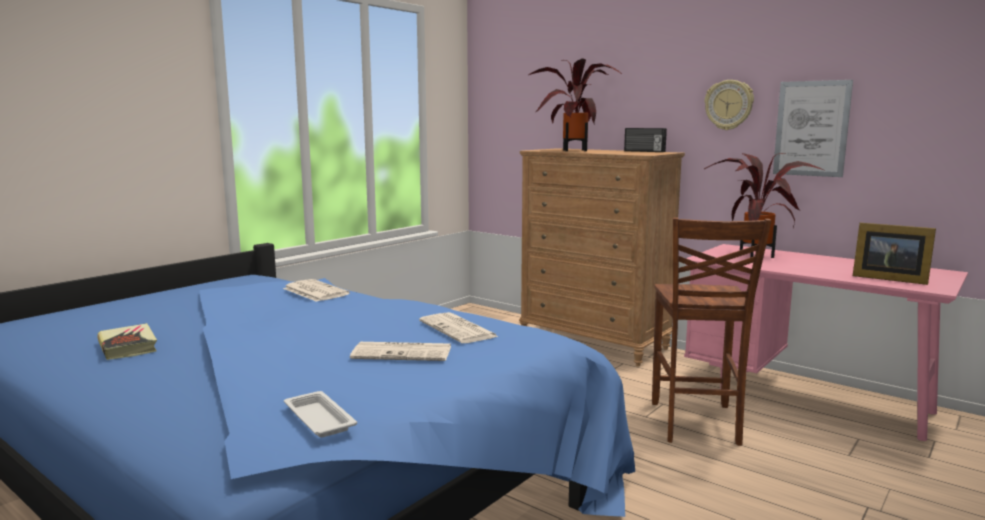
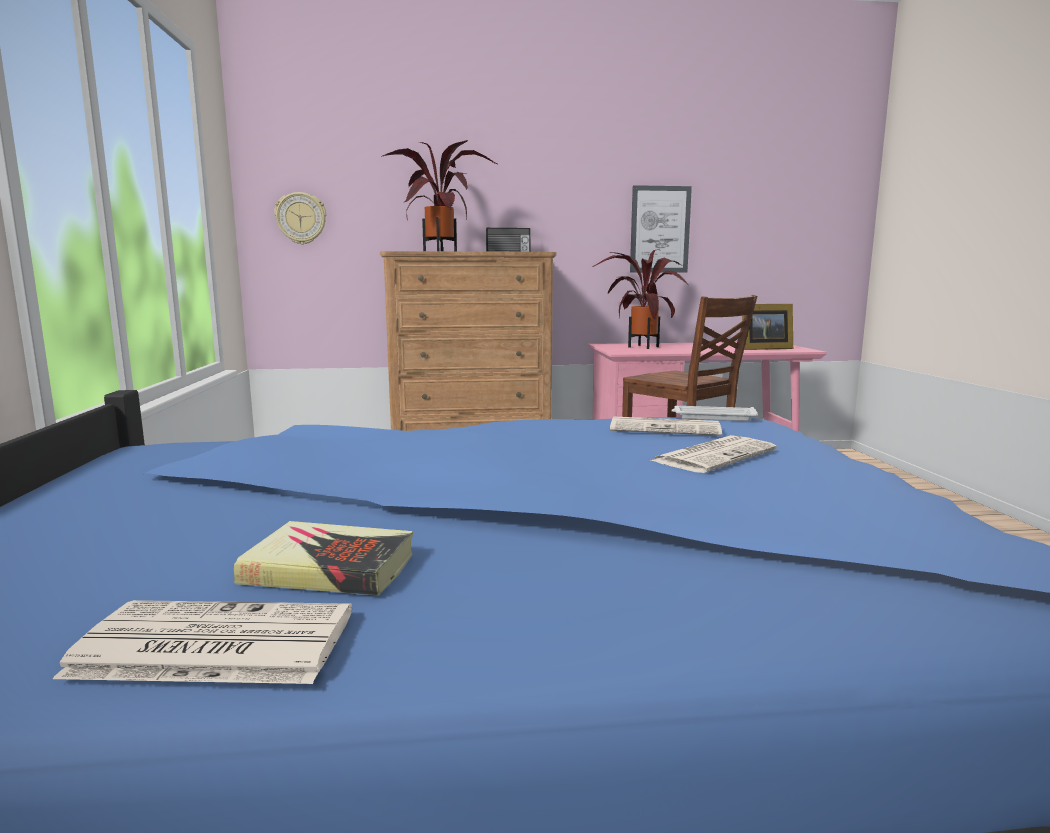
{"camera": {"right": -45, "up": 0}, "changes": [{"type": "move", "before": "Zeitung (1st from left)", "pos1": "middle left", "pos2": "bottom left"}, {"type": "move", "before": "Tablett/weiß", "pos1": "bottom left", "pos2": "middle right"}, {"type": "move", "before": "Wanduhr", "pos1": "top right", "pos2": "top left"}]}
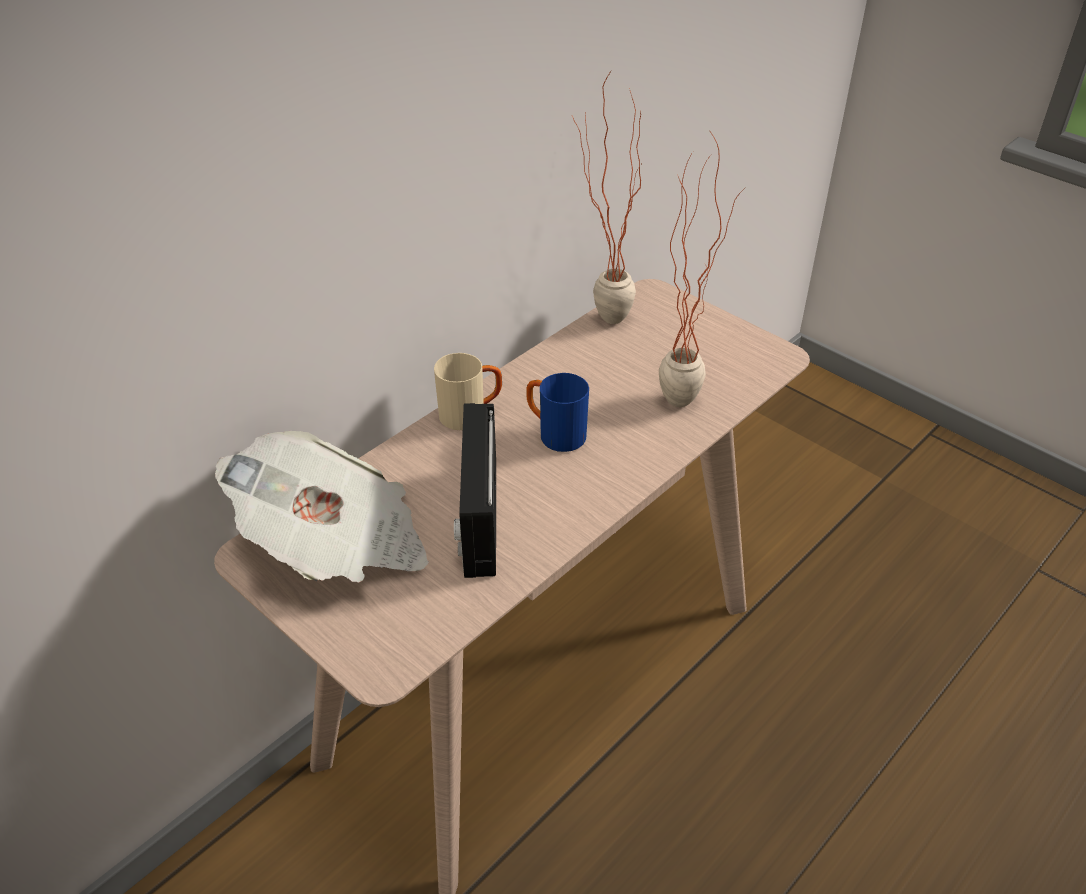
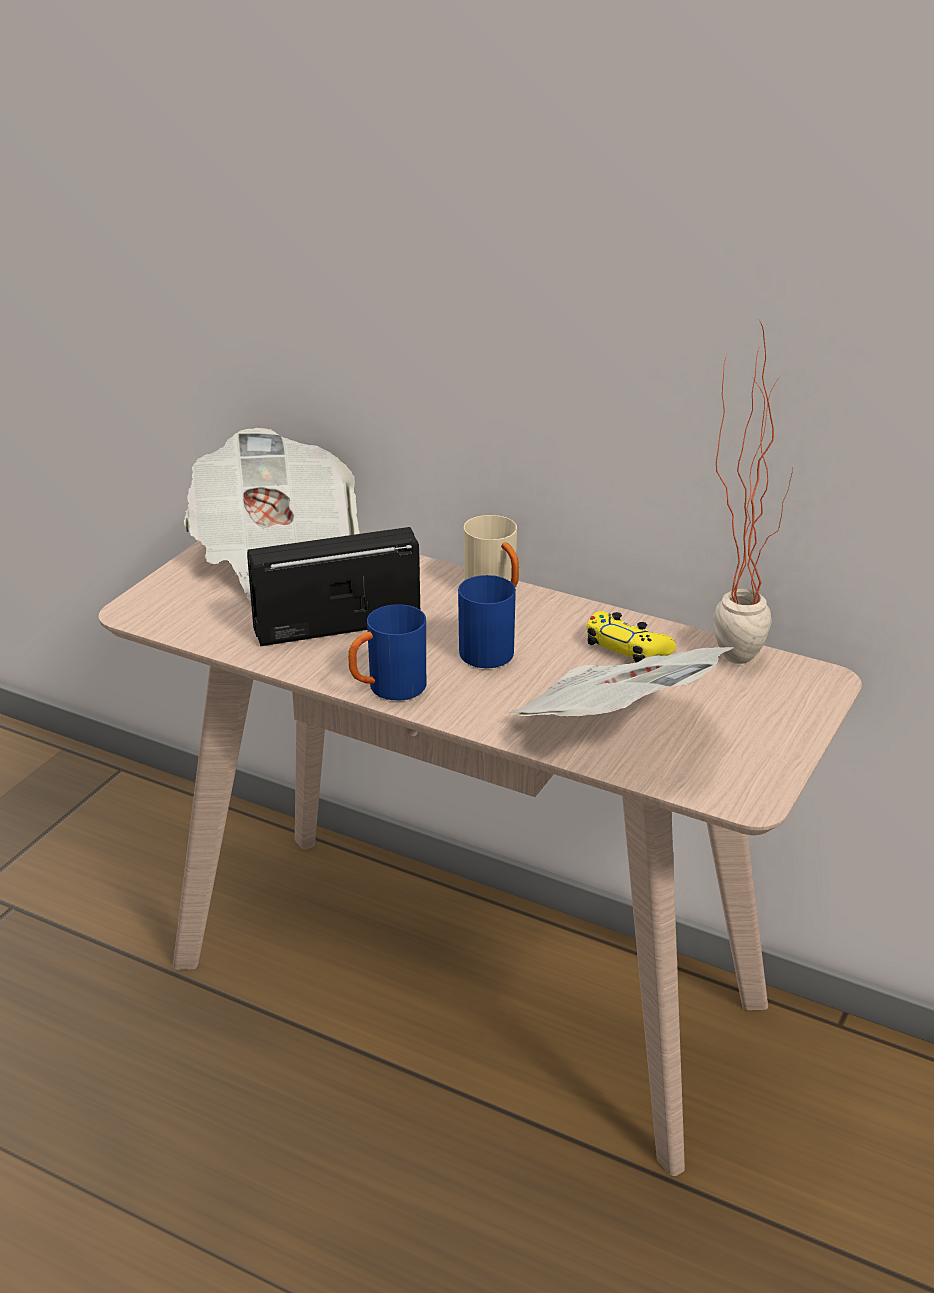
{"camera": {"right": 75, "up": -10}, "changes": [{"type": "replace", "before": "Topfpflanze (2nd from left)", "after": "Zeitung (2nd from left)", "pos1": "top centre", "pos2": "centre"}, {"type": "insert", "after": "Henkelbecher/blau (1st from left)", "pos2": "centre"}, {"type": "insert", "after": "Gamepad/gelb", "pos2": "middle right"}]}
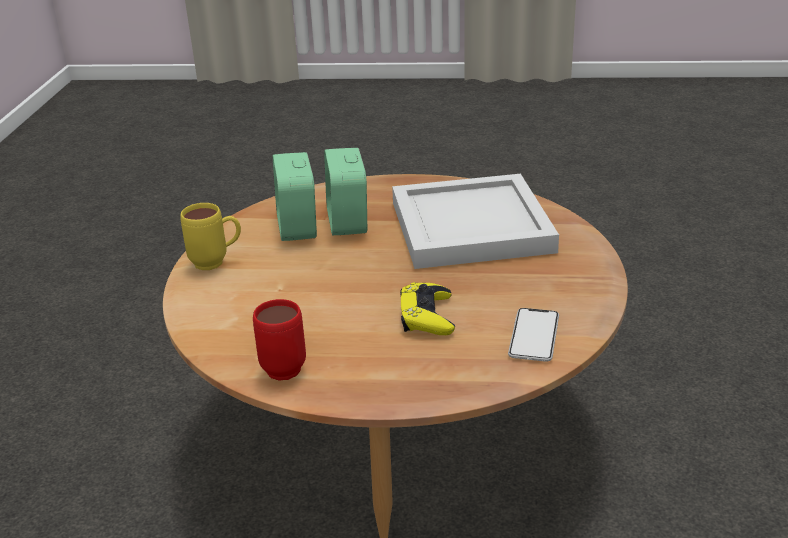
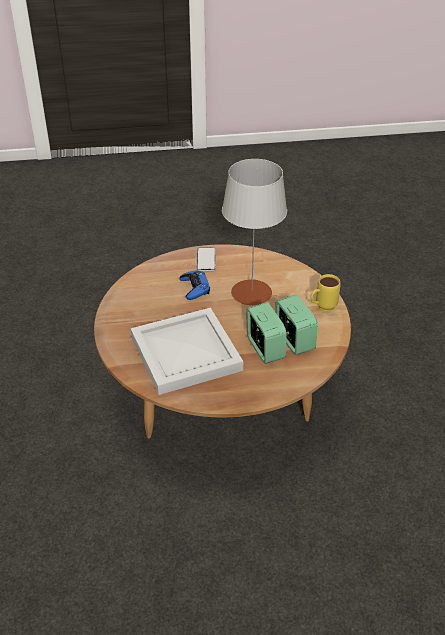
{"camera": {"right": 165, "up": 10}, "changes": [{"type": "delete", "before": "Henkelbecher/rot", "pos1": "centre"}, {"type": "recolor", "before": "Gamepad/gelb", "after": "Gamepad/blau", "pos1": "centre", "pos2": "centre"}, {"type": "move", "before": "Handy", "pos1": "middle right", "pos2": "centre"}, {"type": "insert", "after": "Tischlampe/grau", "pos2": "centre"}]}
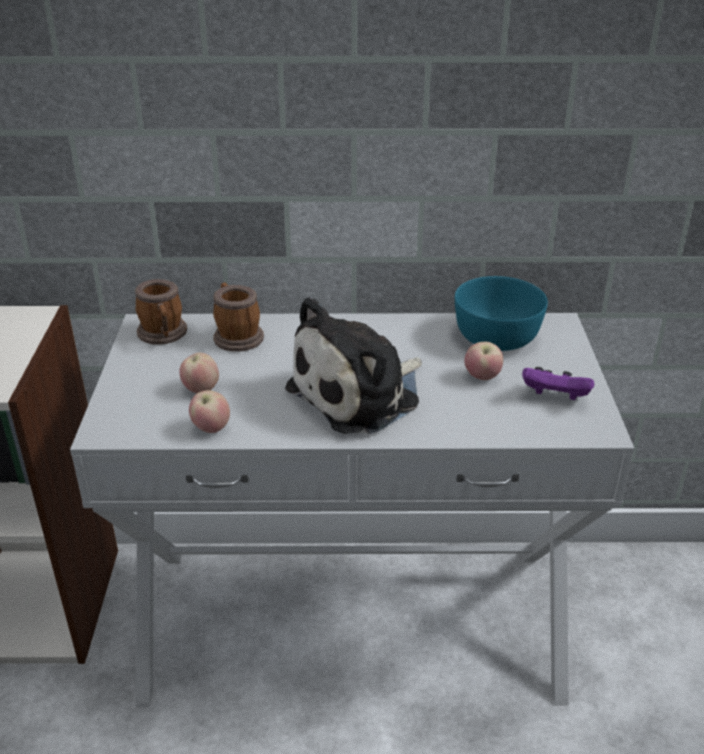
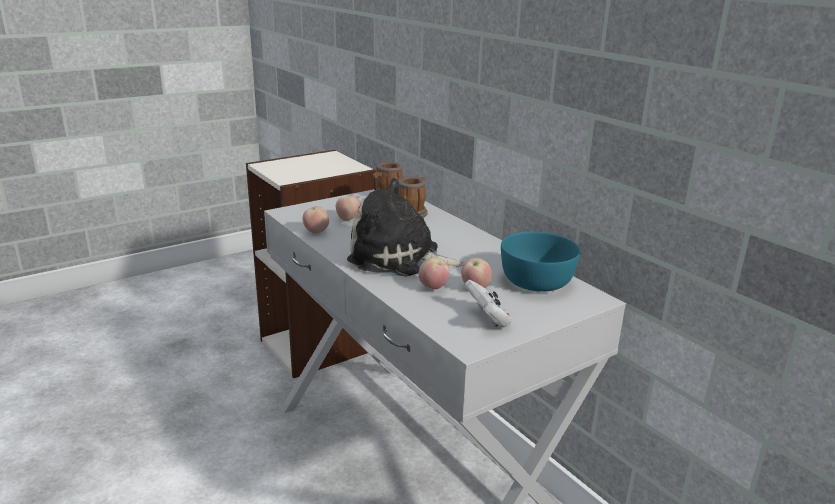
{"camera": {"right": 55, "up": -10}, "changes": [{"type": "recolor", "before": "Gamepad/lila", "after": "Gamepad/weiß", "pos1": "middle right", "pos2": "centre"}, {"type": "insert", "after": "Apfel (3rd from left)", "pos2": "centre"}]}
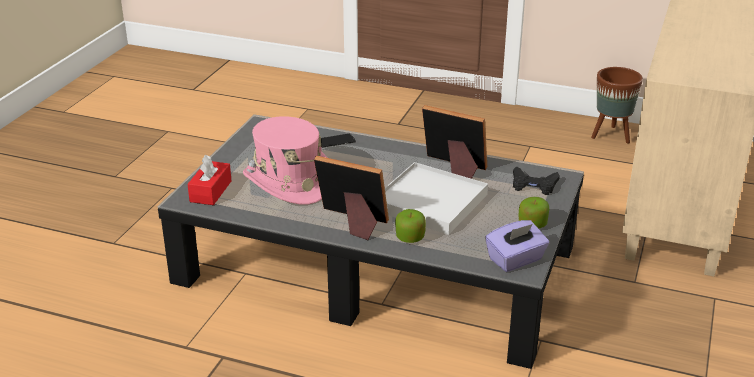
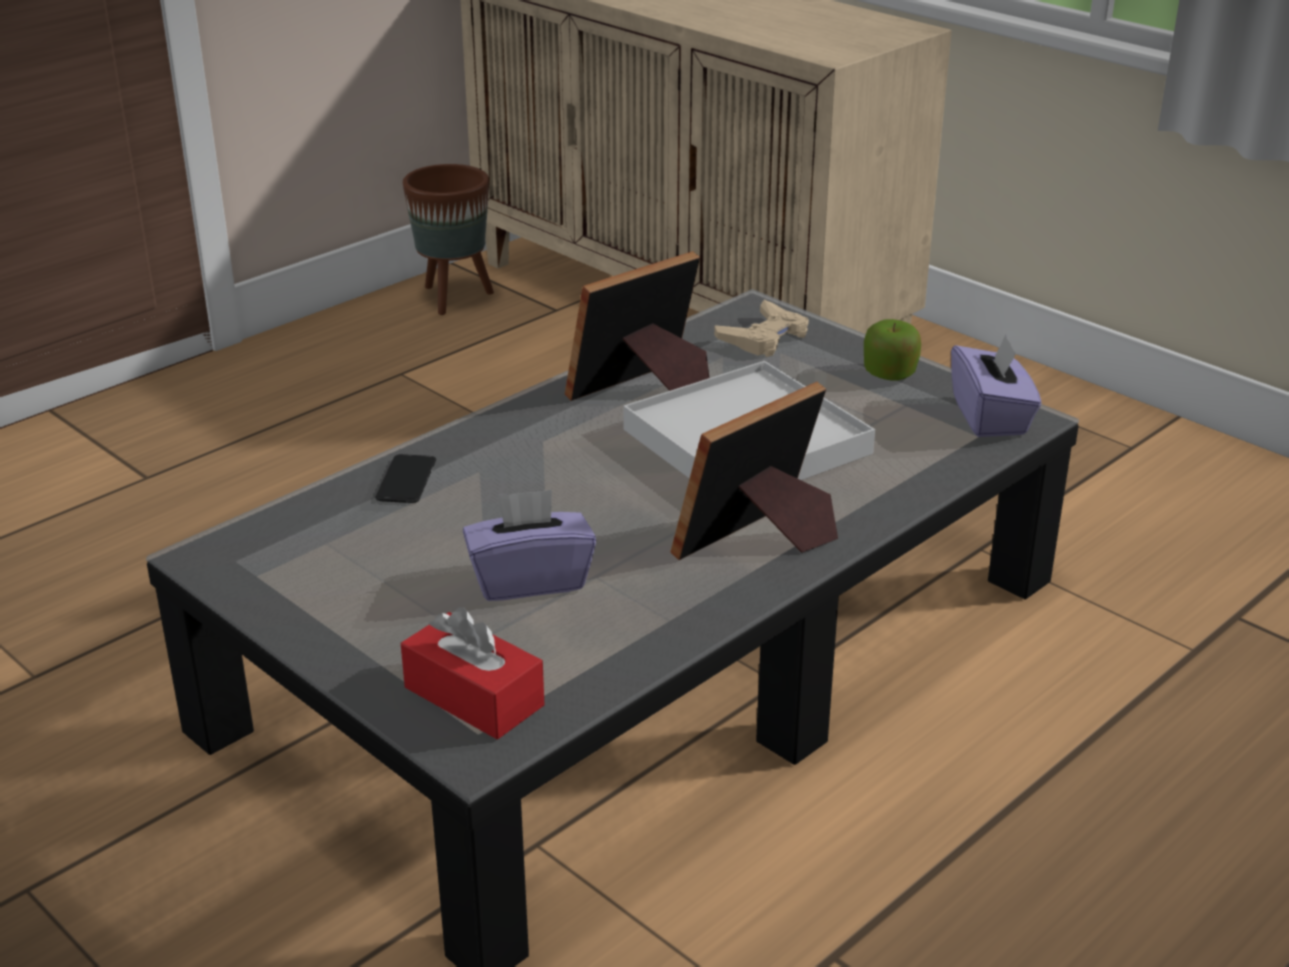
{"camera": {"right": -65, "up": 0}, "changes": [{"type": "replace", "before": "Hut/rosa", "after": "Taschentuchbox/lila (1st from left)", "pos1": "centre", "pos2": "centre"}, {"type": "delete", "before": "Apfel (1st from left)", "pos1": "centre"}, {"type": "recolor", "before": "Gamepad/schwarz", "after": "Gamepad/beige", "pos1": "middle right", "pos2": "centre"}]}
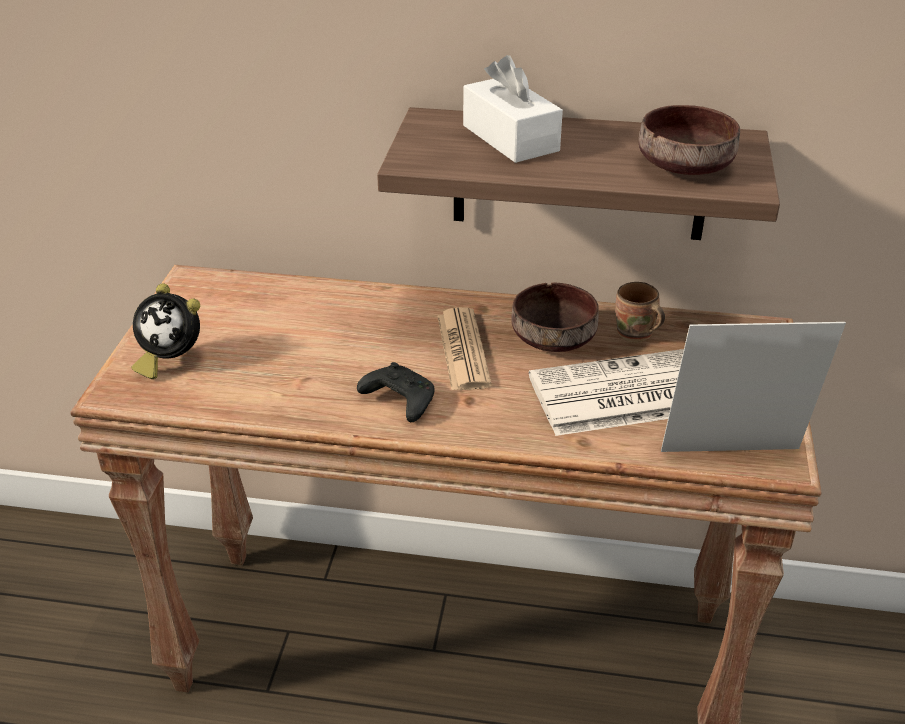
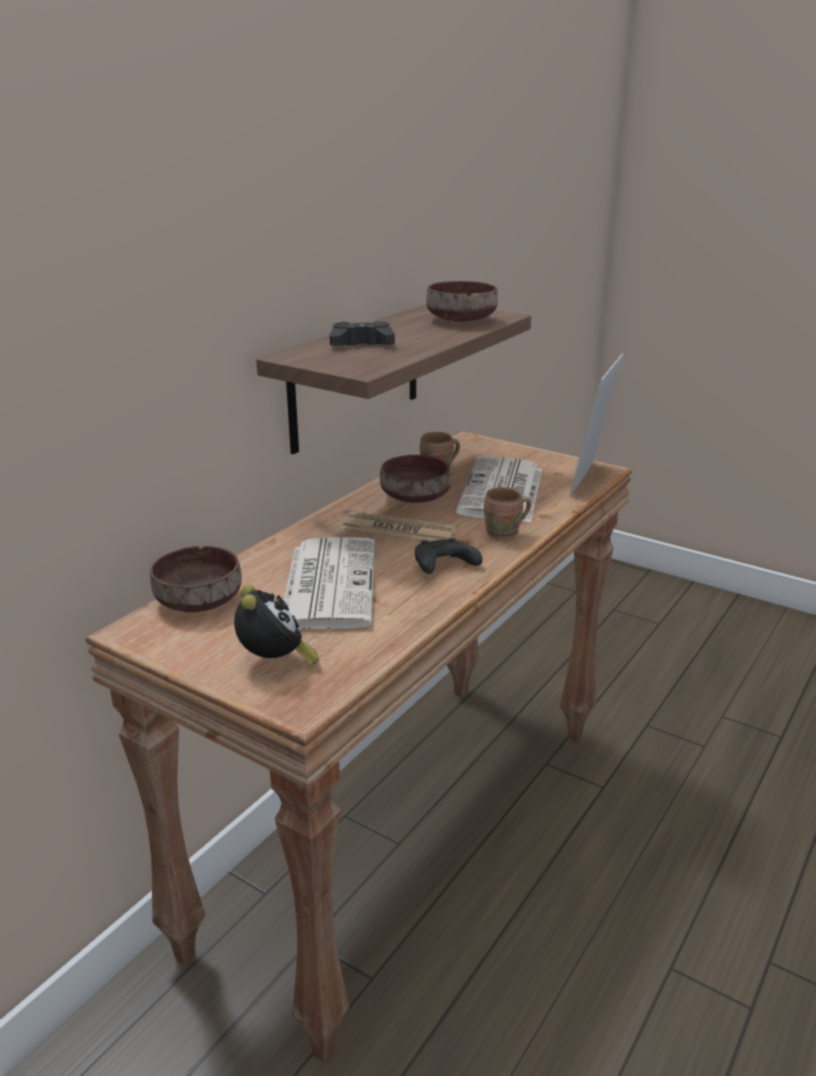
{"camera": {"right": -65, "up": -10}, "changes": [{"type": "rotate", "before": "Wecker", "pos1": "middle left", "pos2": "centre", "turn": -60}, {"type": "replace", "before": "Taschentuchbox/weiß", "after": "Gamepad/schwarz (1st from left)", "pos1": "top centre", "pos2": "top centre"}, {"type": "insert", "after": "Schüssel/braun (1st from left)", "pos2": "middle left"}, {"type": "insert", "after": "Zeitung (1st from left)", "pos2": "centre"}, {"type": "insert", "after": "Henkelbecher/braun (2nd from left)", "pos2": "centre"}]}
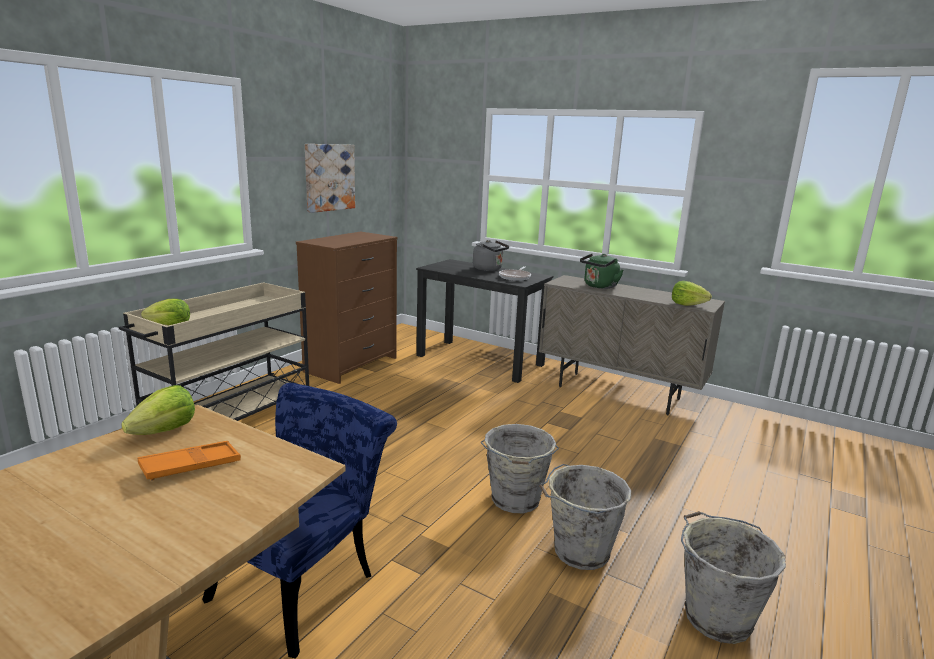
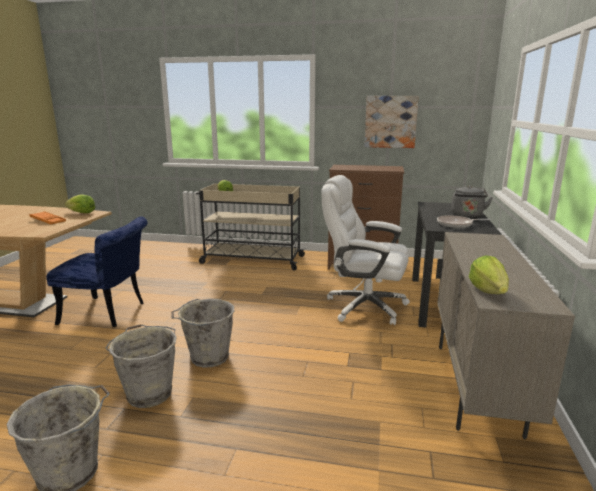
{"camera": {"right": 70, "up": 0}, "changes": [{"type": "delete", "before": "Wasserkessel/grün", "pos1": "centre"}, {"type": "insert", "after": "Bürostuhl/weiß", "pos2": "centre"}]}
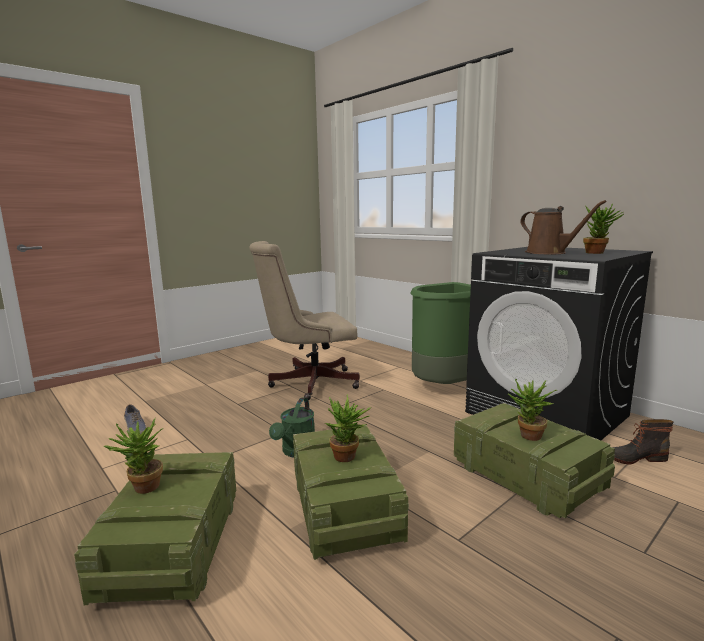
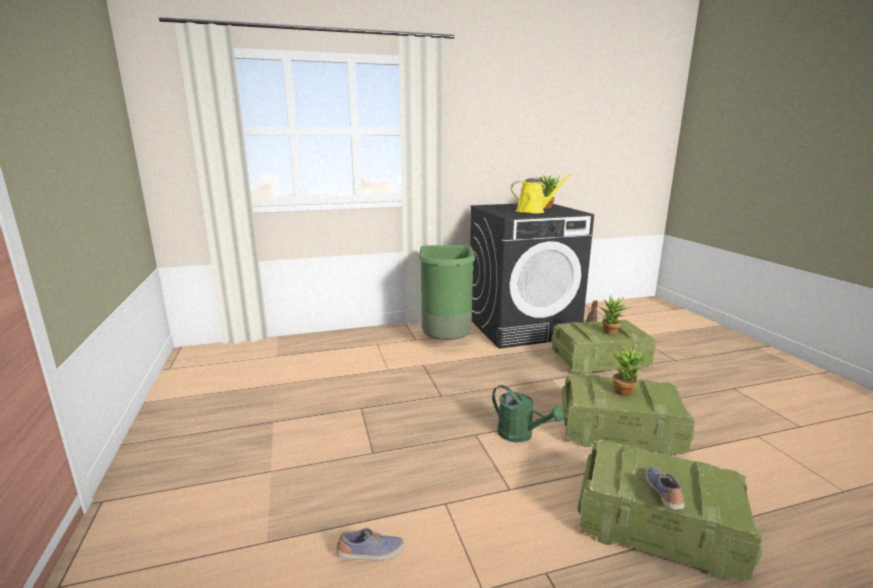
{"camera": {"right": -65, "up": 5}, "changes": [{"type": "replace", "before": "Topfpflanze (1st from left)", "after": "Schuh (2nd from left)", "pos1": "bottom left", "pos2": "bottom right"}, {"type": "delete", "before": "Bürostuhl/beige", "pos1": "centre"}, {"type": "recolor", "before": "Gießkanne/braun", "after": "Gießkanne/gelb", "pos1": "middle right", "pos2": "top centre"}]}
